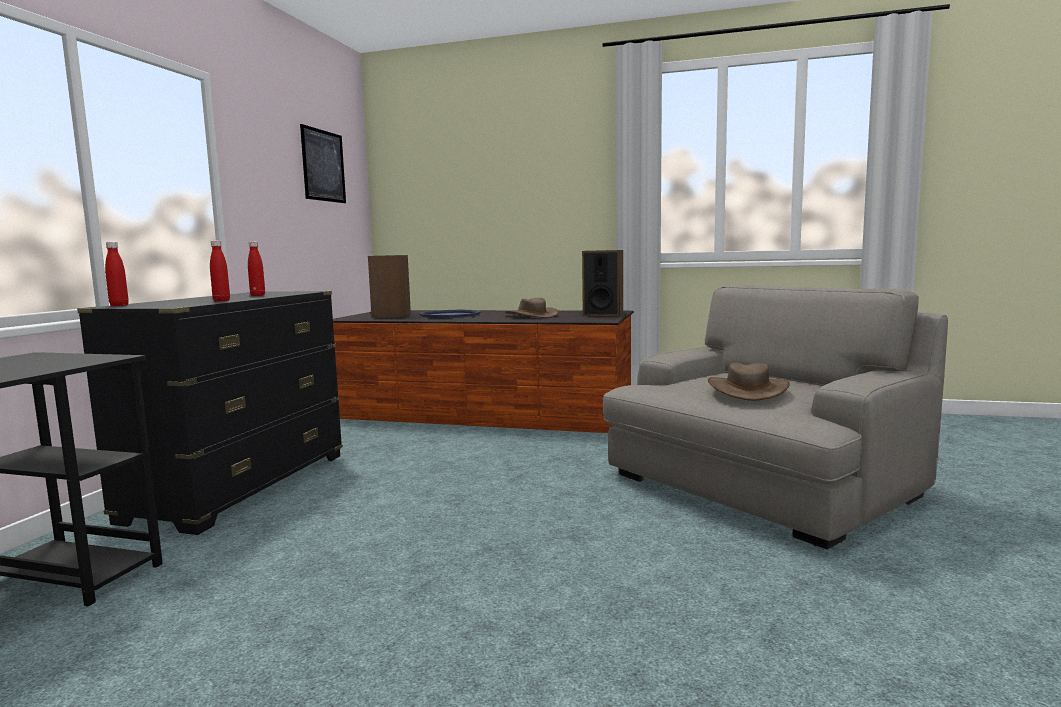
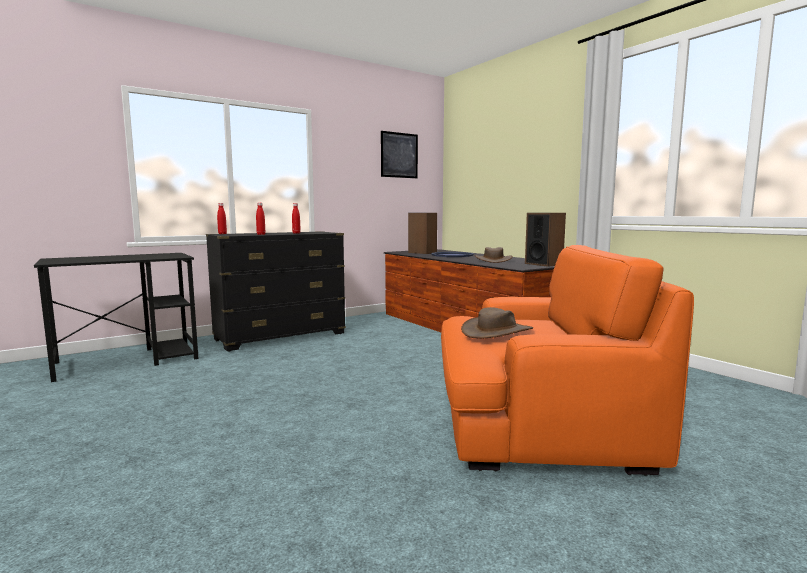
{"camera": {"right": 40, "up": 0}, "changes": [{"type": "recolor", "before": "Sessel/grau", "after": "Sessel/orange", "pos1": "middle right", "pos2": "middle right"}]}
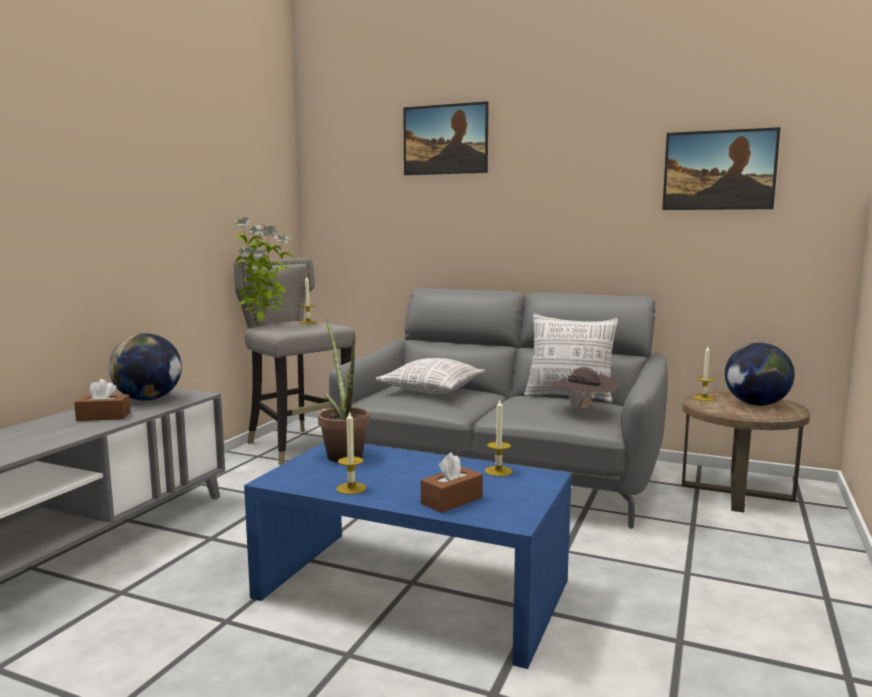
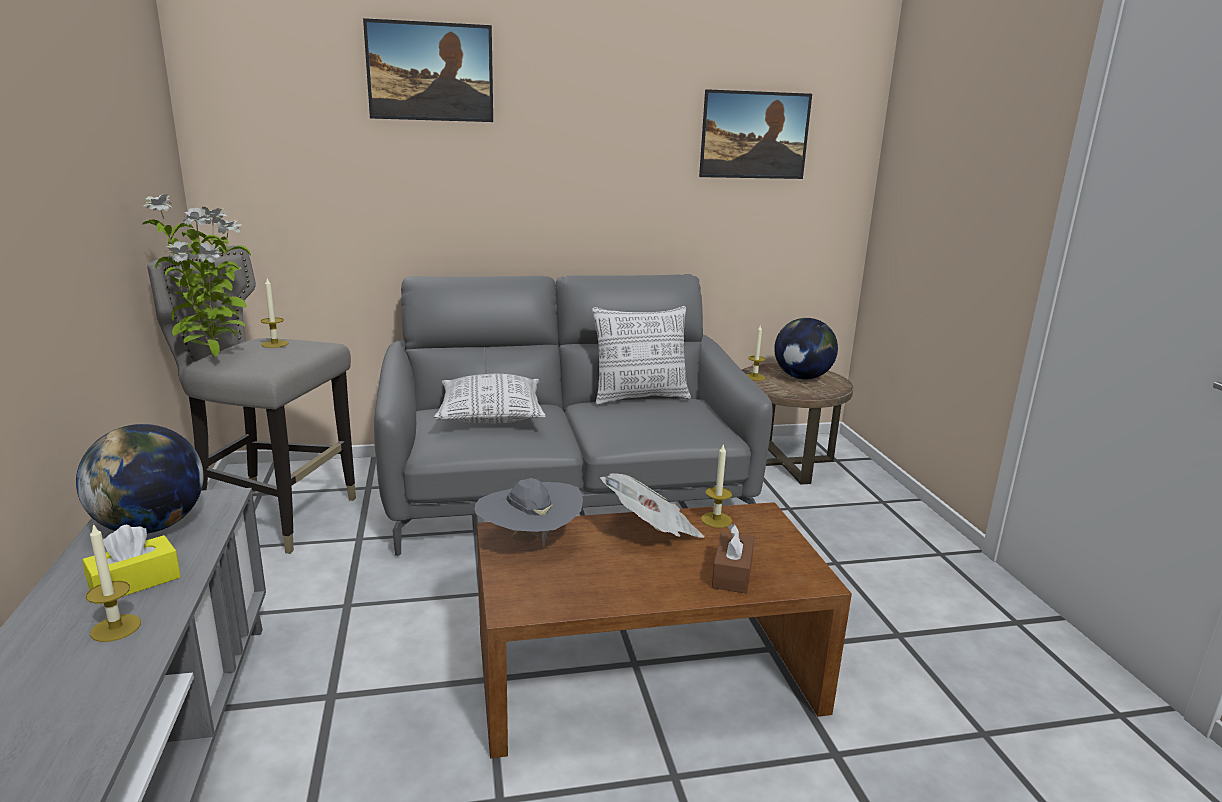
{"camera": {"right": -35, "up": 10}, "changes": [{"type": "recolor", "before": "Taschentuchbox/braun (1st from left)", "after": "Taschentuchbox/gelb", "pos1": "middle left", "pos2": "bottom left"}, {"type": "recolor", "before": "Couchtisch/blau", "after": "Couchtisch/braun", "pos1": "bottom centre", "pos2": "bottom centre"}, {"type": "replace", "before": "Topfpflanze (2nd from left)", "after": "Hut/grau", "pos1": "centre", "pos2": "centre"}, {"type": "move", "before": "Kerze (2nd from left in the first image)", "after": "Kerze (1st from left)", "pos1": "centre", "pos2": "bottom left"}, {"type": "delete", "before": "Hut/braun", "pos1": "middle right"}, {"type": "insert", "after": "Zeitung", "pos2": "centre"}]}
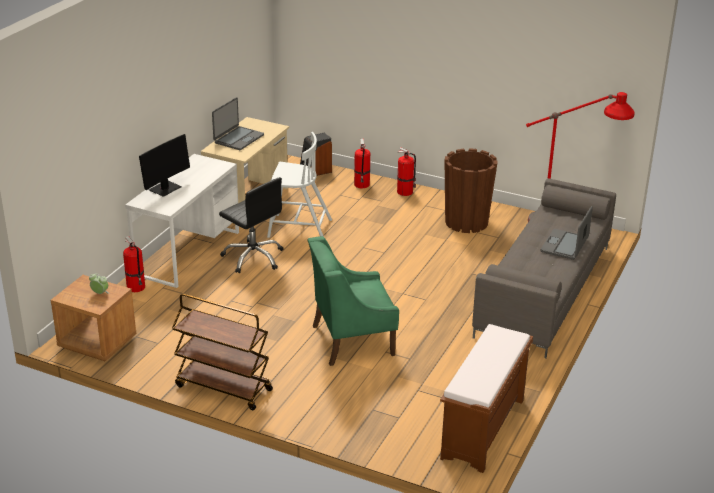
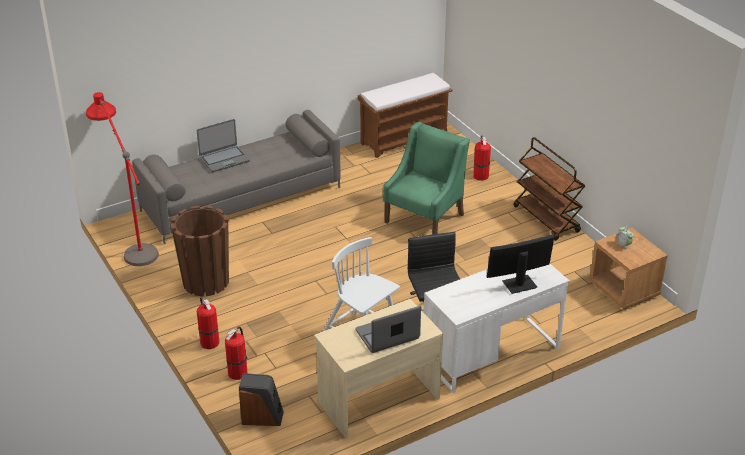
{"camera": {"right": -145, "up": 5}, "changes": [{"type": "move", "before": "Feuerlöscher (1st from left in the first image)", "after": "Feuerlöscher (3rd from left)", "pos1": "middle left", "pos2": "centre"}, {"type": "rotate", "before": "Sessel/grün", "pos1": "centre", "pos2": "centre", "turn": -75}]}
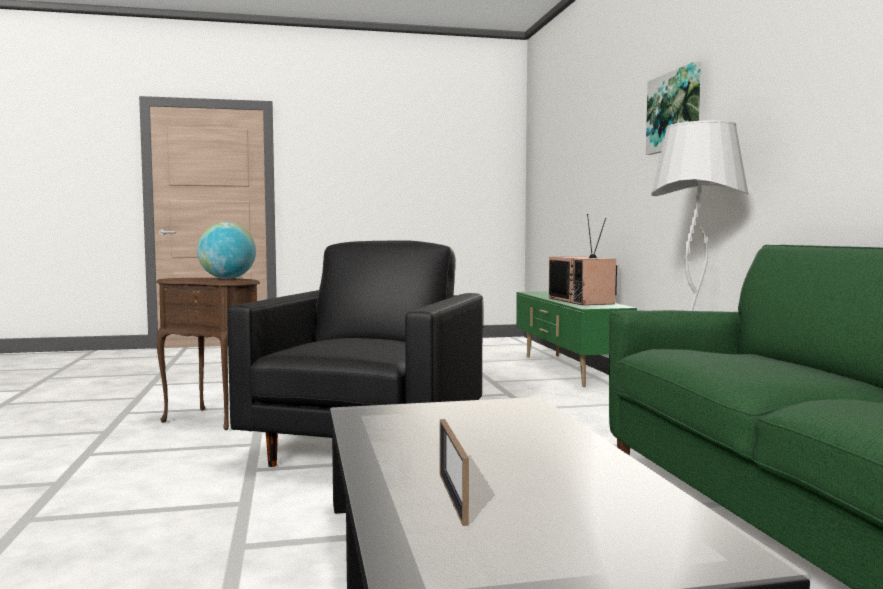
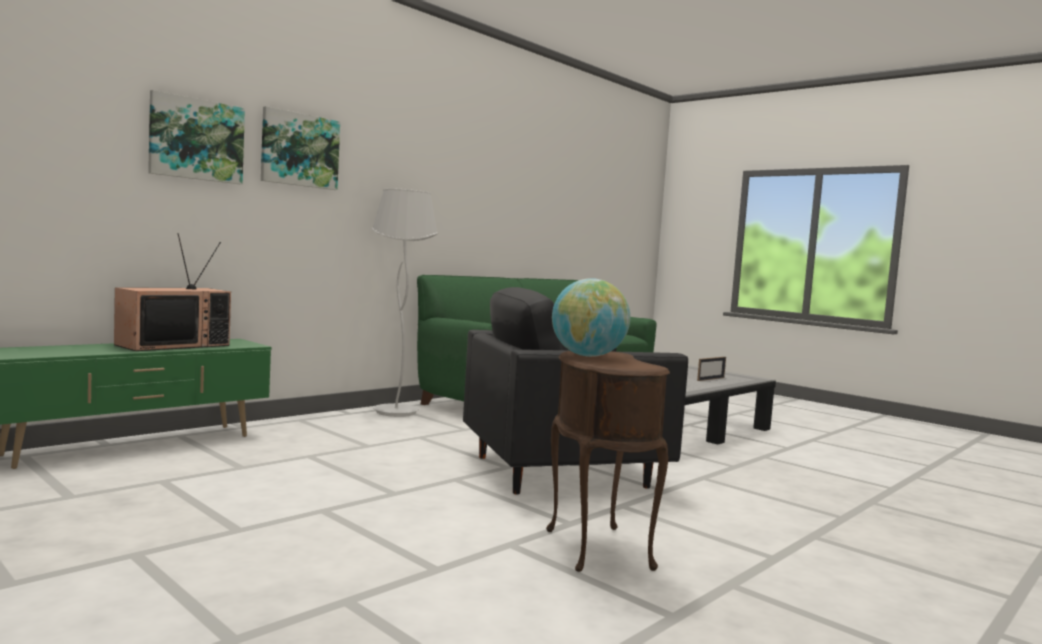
{"camera": {"right": -125, "up": 0}, "changes": [{"type": "insert", "after": "Bild (1st from left)", "pos2": "top left"}]}
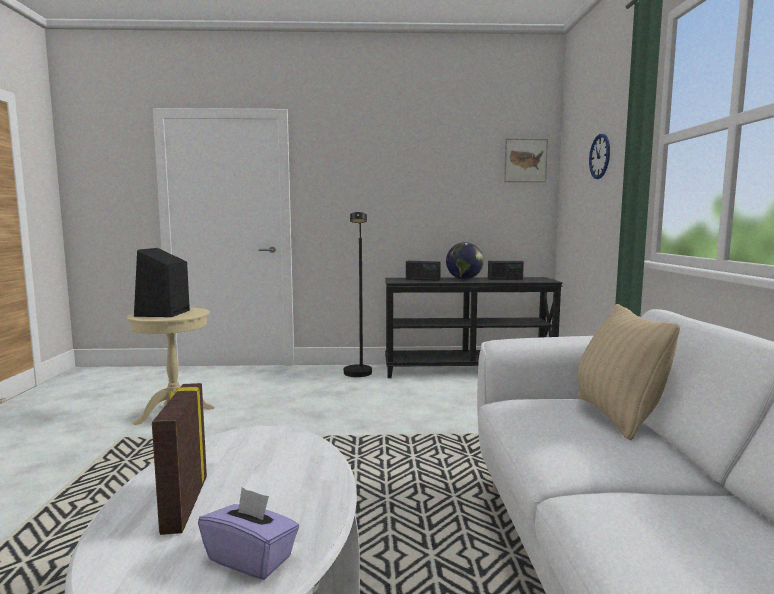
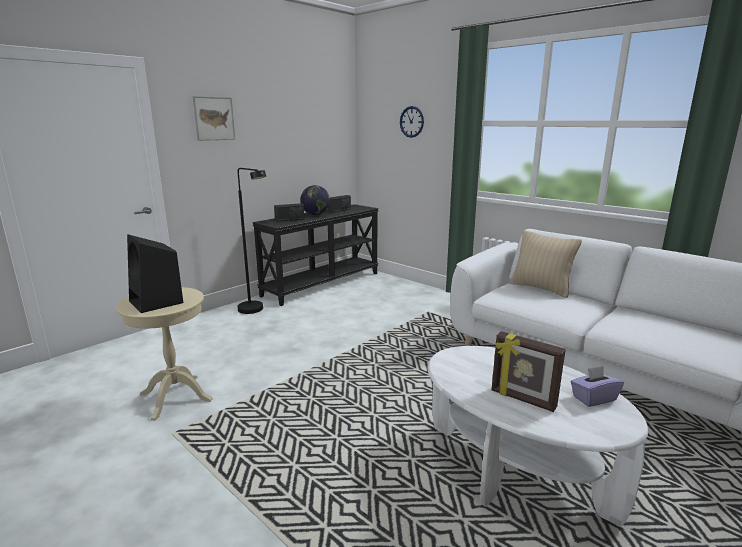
{"camera": {"right": -45, "up": 10}, "changes": [{"type": "move", "before": "Bild", "pos1": "top right", "pos2": "top left"}]}
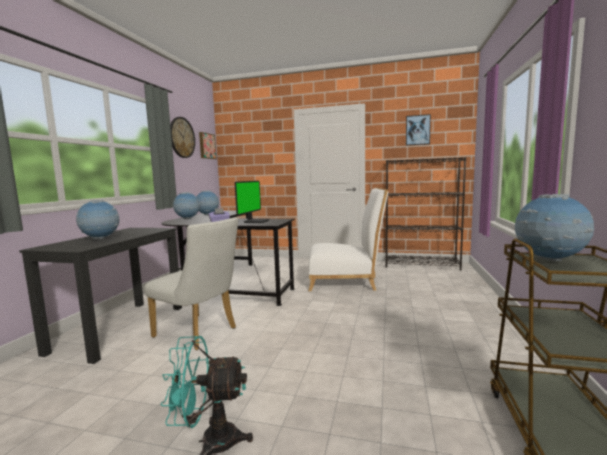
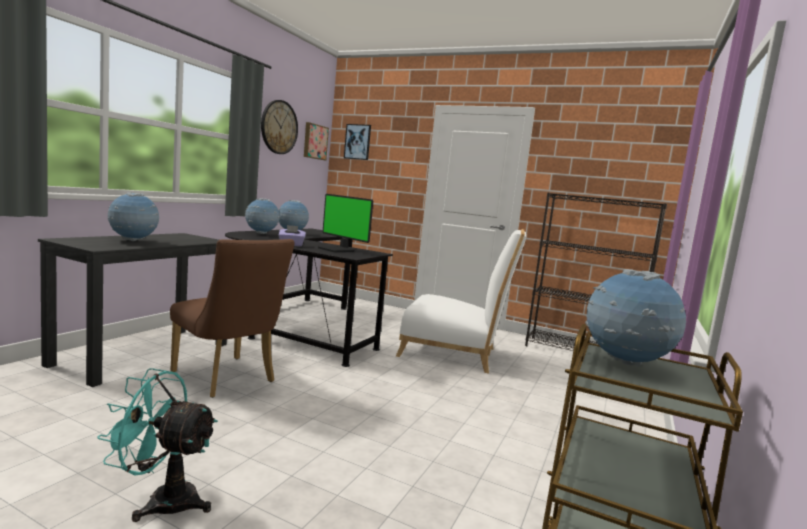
{"camera": {"right": 10, "up": 0}, "changes": [{"type": "recolor", "before": "Stuhl/weiß (1st from left)", "after": "Stuhl/braun", "pos1": "middle left", "pos2": "middle left"}, {"type": "rotate", "before": "Monitor", "pos1": "centre", "pos2": "centre", "turn": 105}, {"type": "move", "before": "Bild (2nd from left)", "pos1": "top right", "pos2": "top centre"}]}
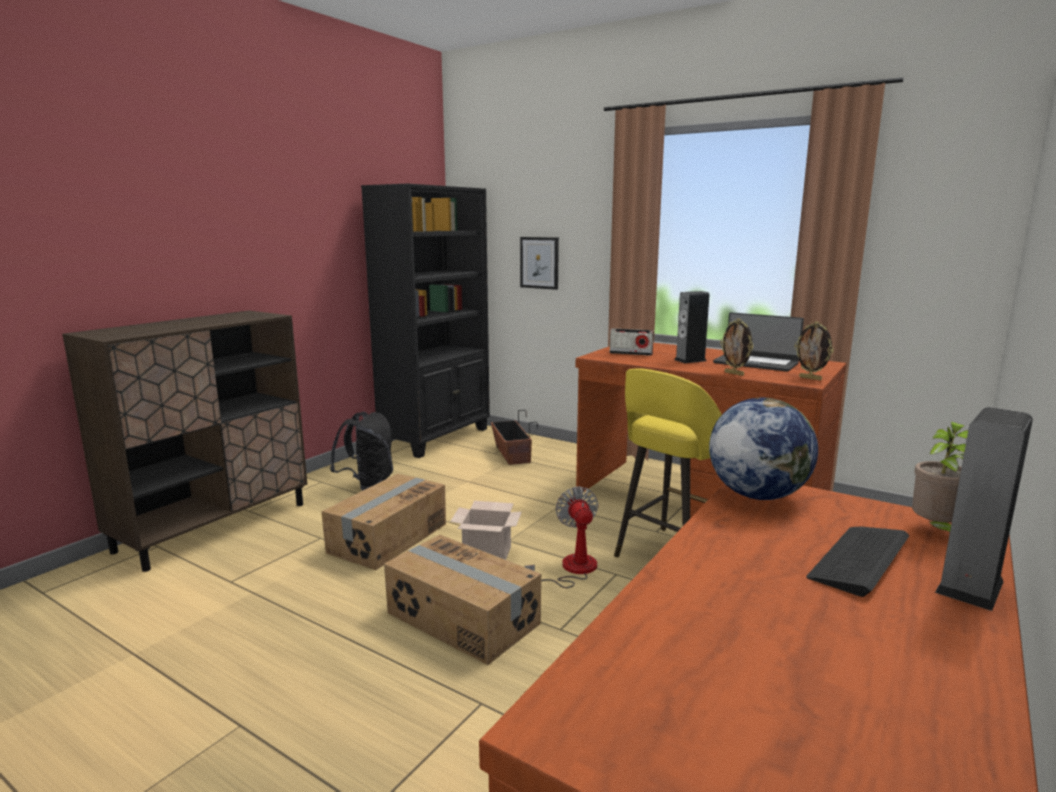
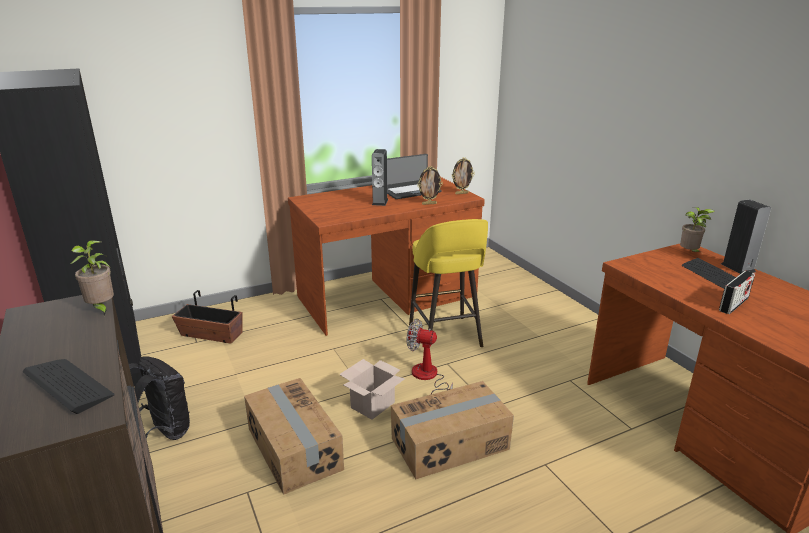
{"camera": {"right": -60, "up": 10}, "changes": [{"type": "delete", "before": "Bild", "pos1": "top centre"}, {"type": "move", "before": "Radio", "pos1": "centre", "pos2": "middle right"}, {"type": "delete", "before": "Globus", "pos1": "middle right"}, {"type": "insert", "after": "Tastatur (1st from left)", "pos2": "bottom left"}, {"type": "insert", "after": "Topfpflanze (1st from left)", "pos2": "middle left"}]}
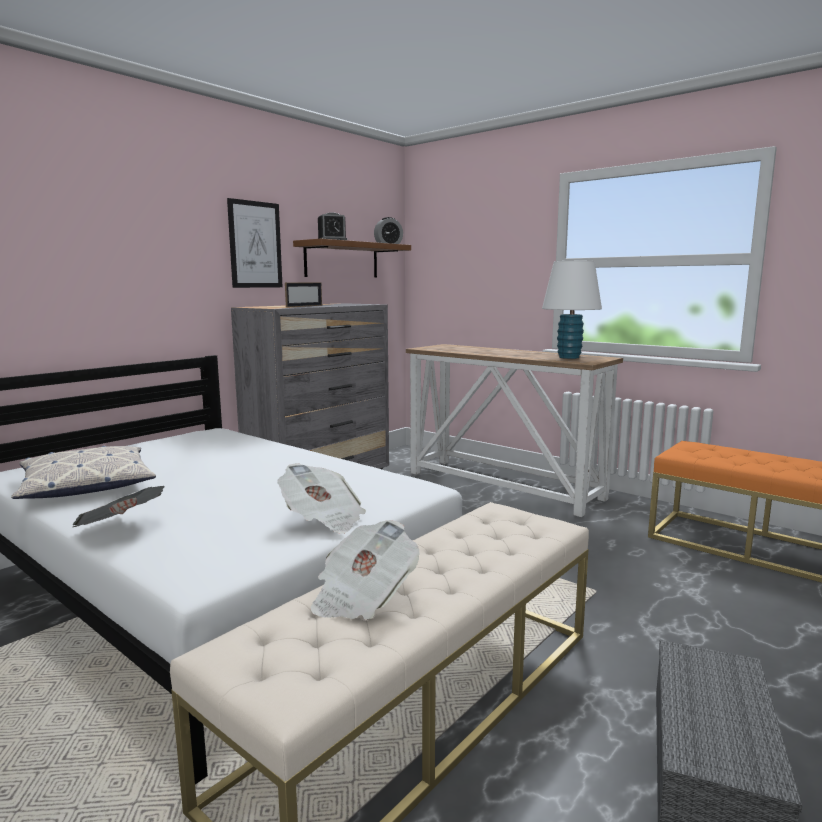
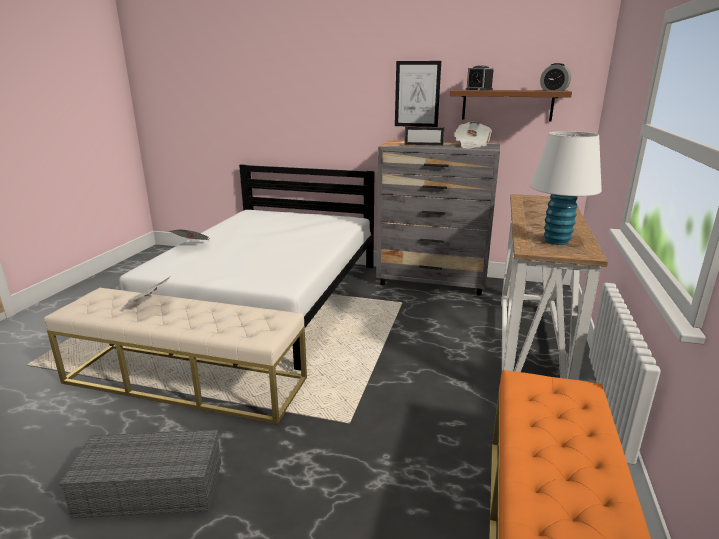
{"camera": {"right": 65, "up": 10}, "changes": [{"type": "delete", "before": "Kissen", "pos1": "middle left"}, {"type": "move", "before": "Zeitung (2nd from left in the first image)", "after": "Zeitung (3rd from left)", "pos1": "centre", "pos2": "top centre"}]}
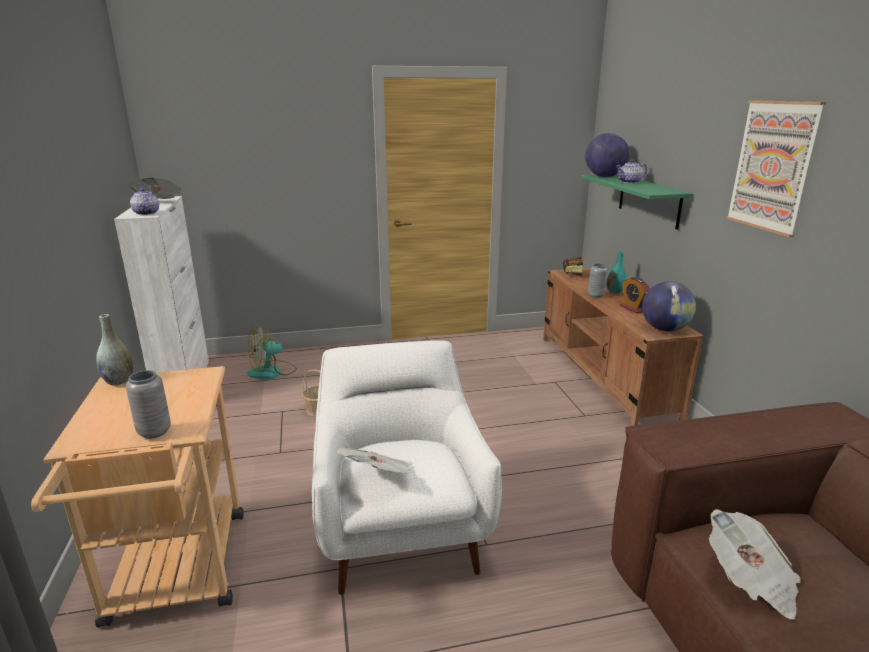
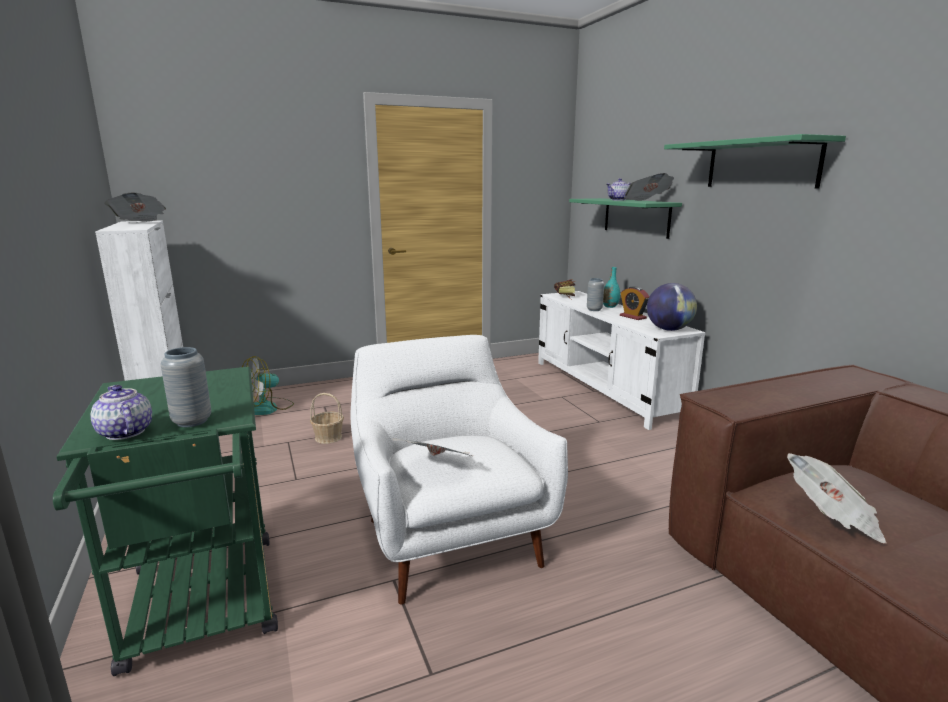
{"camera": {"right": -10, "up": -5}, "changes": [{"type": "recolor", "before": "Rollwagen/beige", "after": "Rollwagen/grün", "pos1": "bottom left", "pos2": "bottom left"}, {"type": "delete", "before": "Vase/grau (1st from left)", "pos1": "middle left"}, {"type": "move", "before": "Teekanne (1st from left)", "pos1": "top left", "pos2": "middle left"}, {"type": "recolor", "before": "Fernsehschrank/braun", "after": "Fernsehschrank/weiß", "pos1": "middle right", "pos2": "centre"}, {"type": "delete", "before": "Globus (1st from left)", "pos1": "top right"}, {"type": "replace", "before": "Bild", "after": "Wandregal/grün (2nd from left)", "pos1": "top right", "pos2": "top right"}, {"type": "insert", "after": "Zeitung (3rd from left)", "pos2": "top right"}]}
